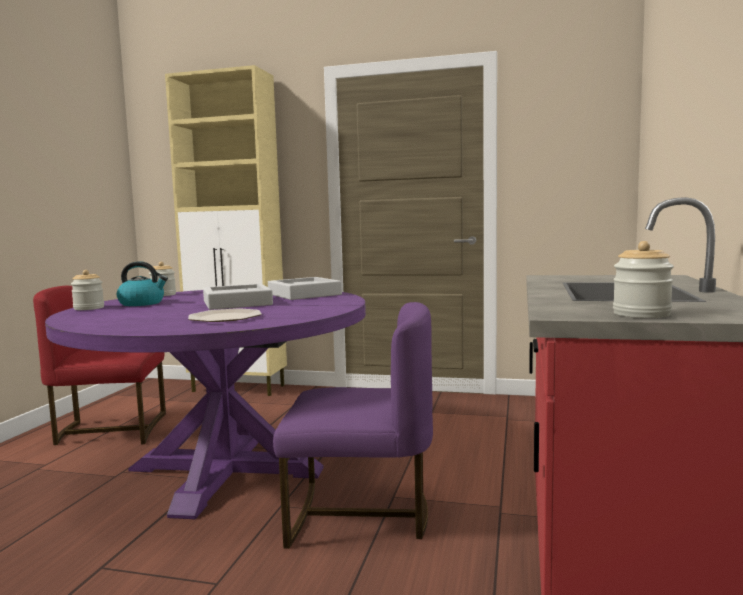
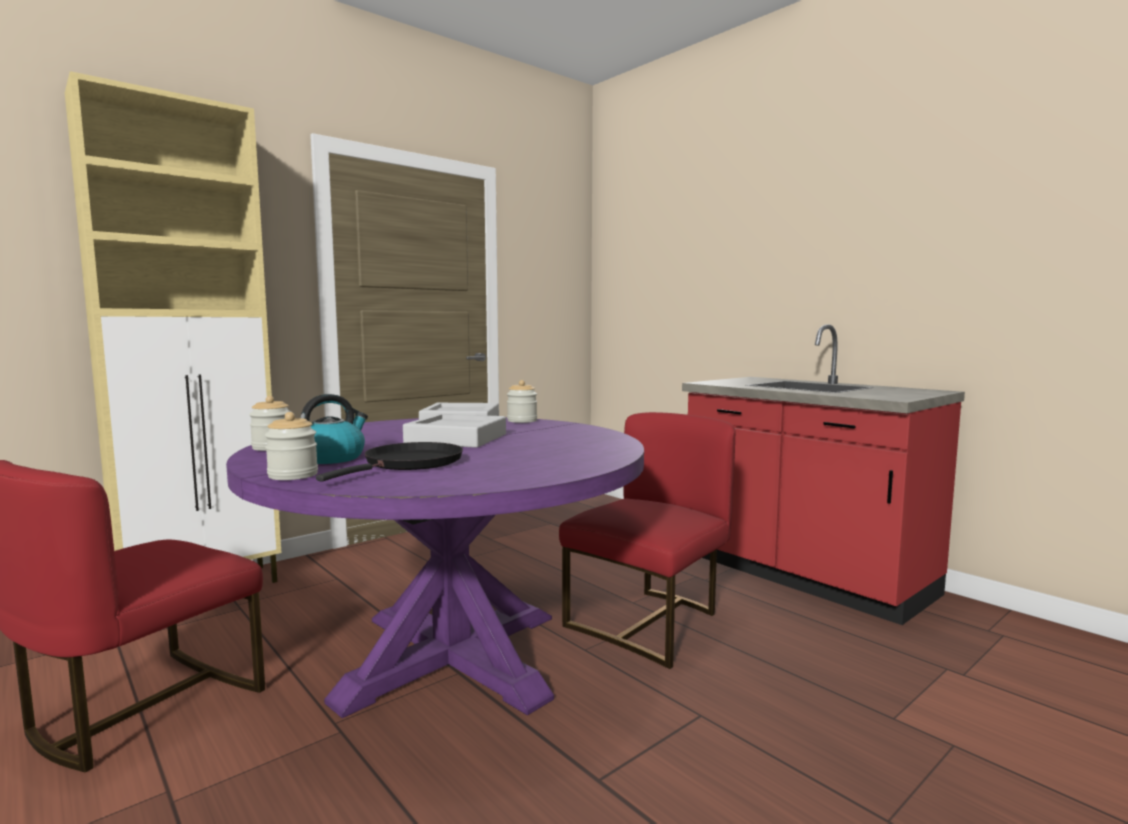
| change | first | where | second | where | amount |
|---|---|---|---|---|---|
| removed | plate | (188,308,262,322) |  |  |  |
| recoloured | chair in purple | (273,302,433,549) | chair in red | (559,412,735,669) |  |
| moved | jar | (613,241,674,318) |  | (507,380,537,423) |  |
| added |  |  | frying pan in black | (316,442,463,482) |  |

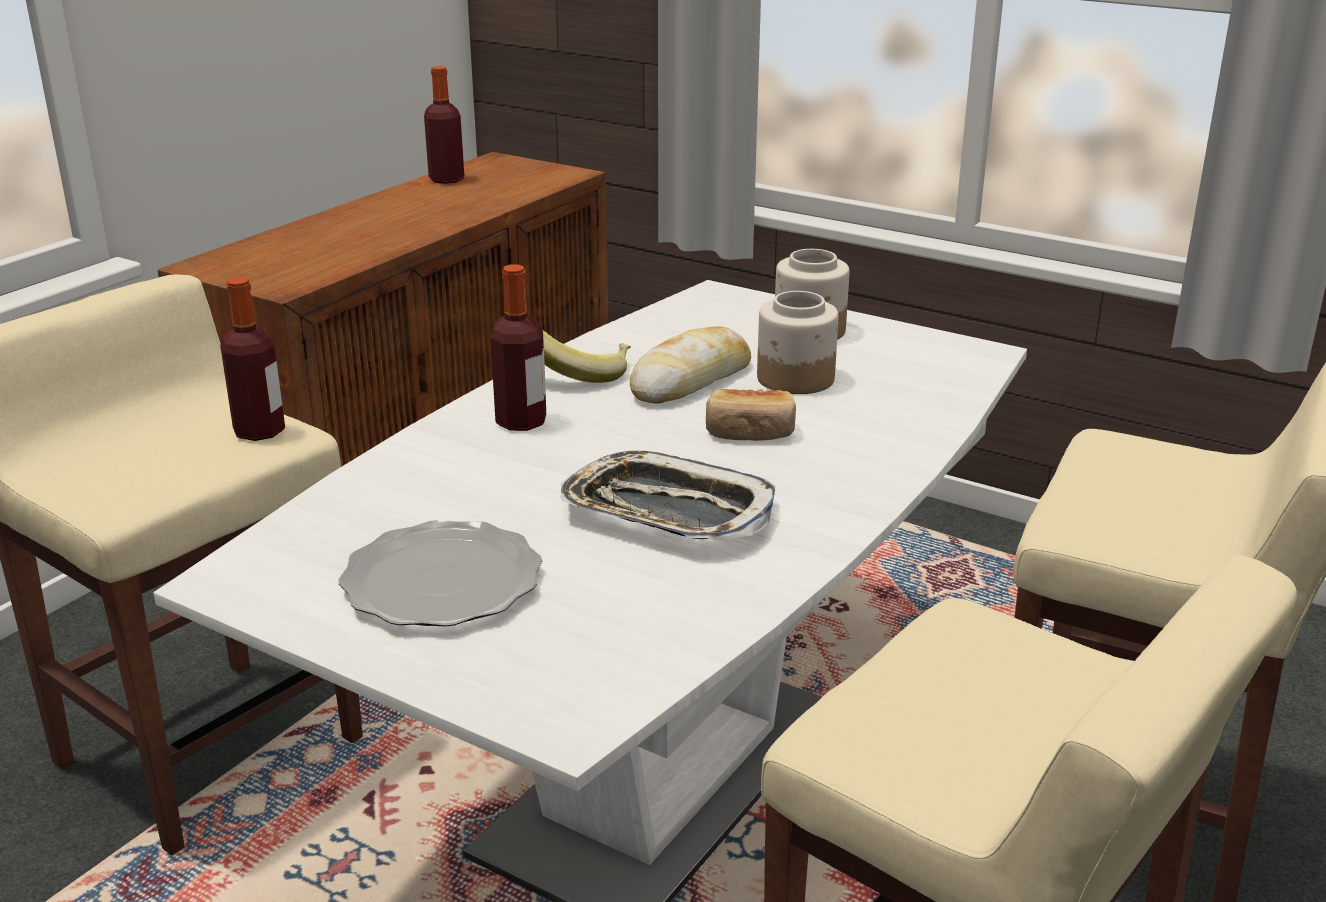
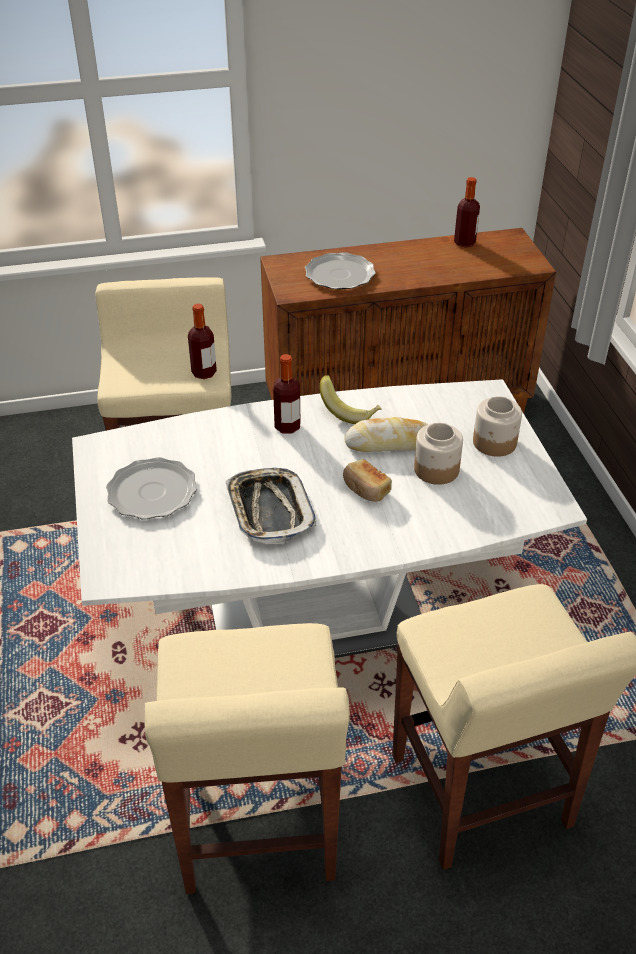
| change | first | where | second | where | amount |
|---|---|---|---|---|---|
| added |  |  | plate | (305,252,376,289) |  |

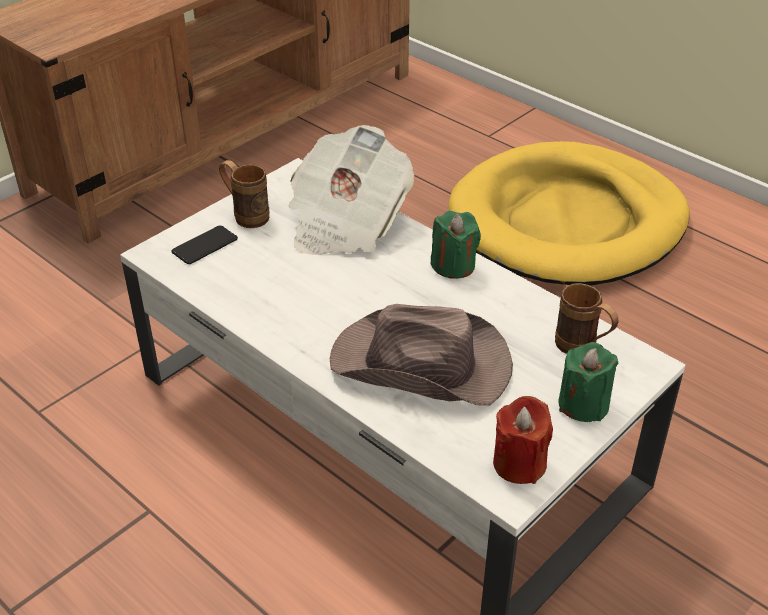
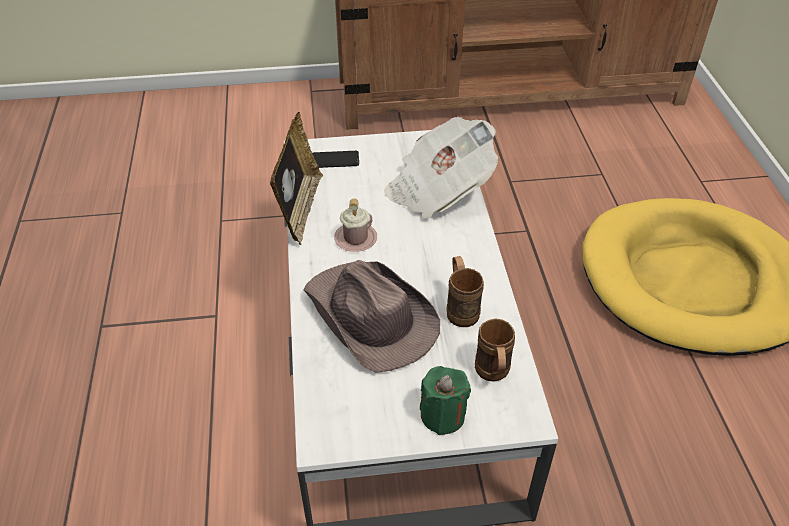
| change | first | where | second | where | amount |
|---|---|---|---|---|---|
| moved | mug in brown | (219,160,270,228) |  | (447,256,484,327) |  |
| removed | candle in green | (430,211,481,279) |  |  |  |
| removed | candle in red | (493,396,553,484) |  |  |  |
| added |  |  | picture frame | (270,112,323,245) |  |
| added |  |  | mug in pink | (334,198,377,252) |  |

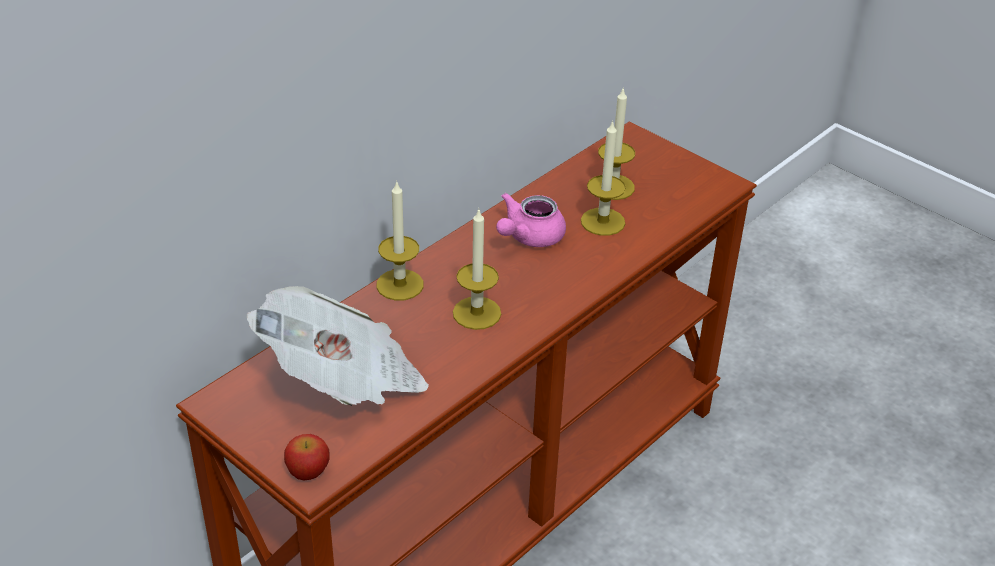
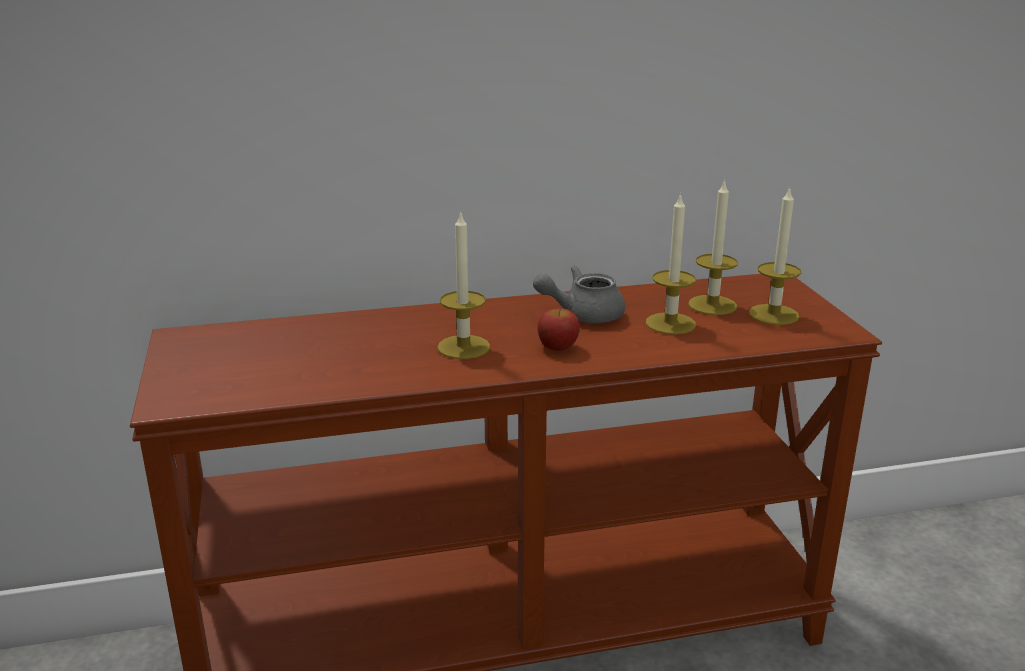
| change | first | where | second | where | amount |
|---|---|---|---|---|---|
| removed | newspaper | (247,286,429,406) |  |  |  |
| moved | apple | (284,434,329,480) |  | (537,308,580,351) |  |
| moved | candle | (376,180,424,300) |  | (749,187,802,325) |  |
| recoloured | teapot in pink | (496,193,566,247) | teapot in grey | (533,266,625,323) |  |

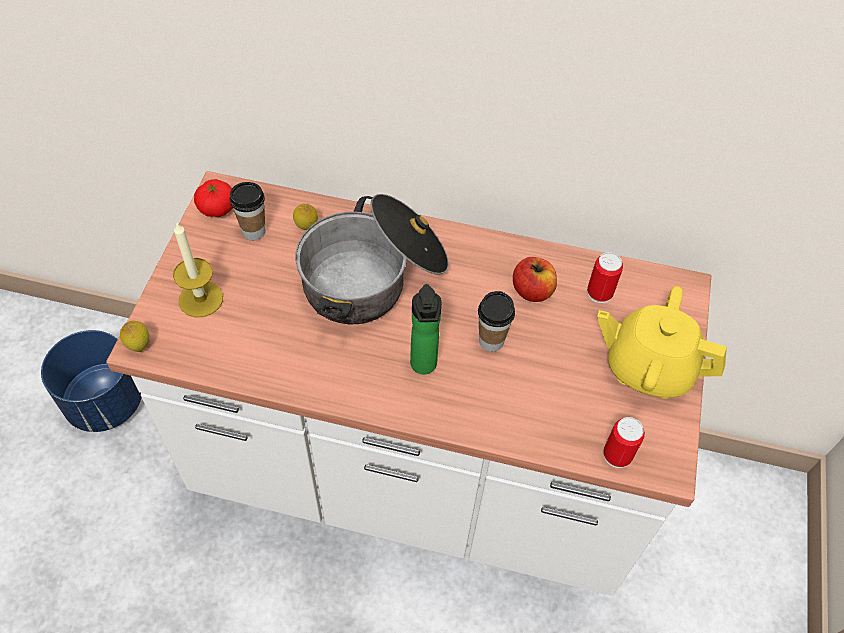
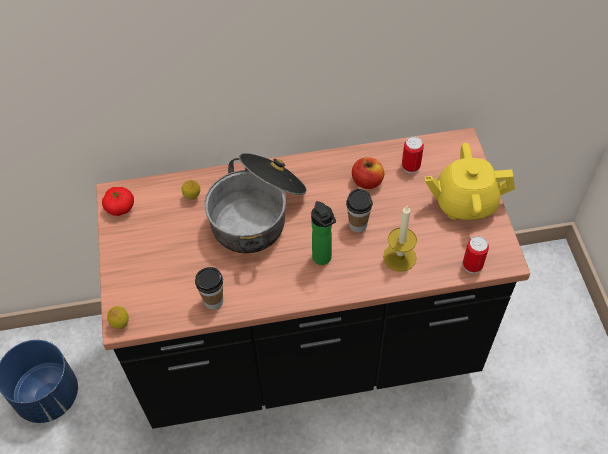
| change | first | where | second | where | amount |
|---|---|---|---|---|---|
| recoloured | counter in white | (106,171,711,596) | counter in black | (96,127,530,429) |  |
| moved | candle | (173,222,223,317) |  | (383,206,417,272) |  |
| moved | cup | (230,182,266,240) |  | (195,267,223,310) |  |

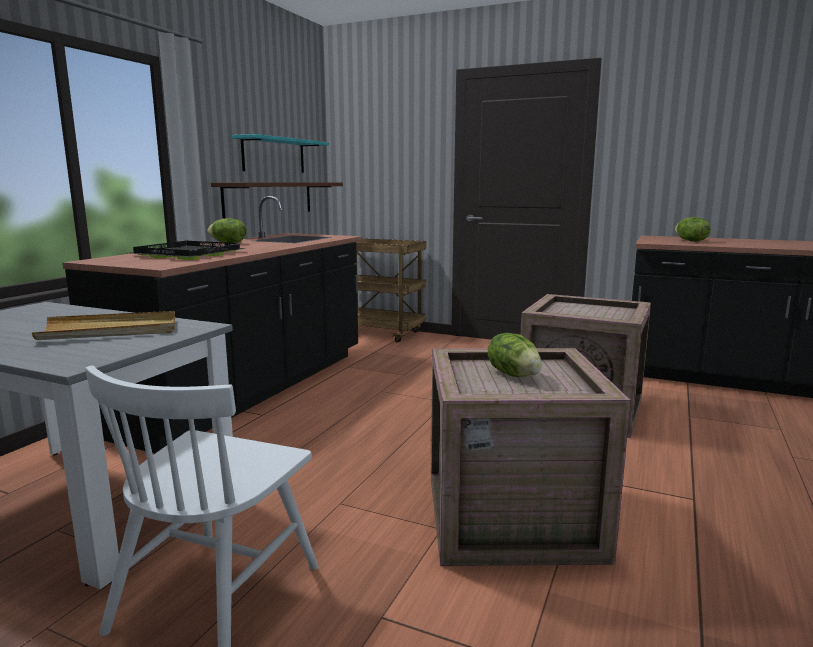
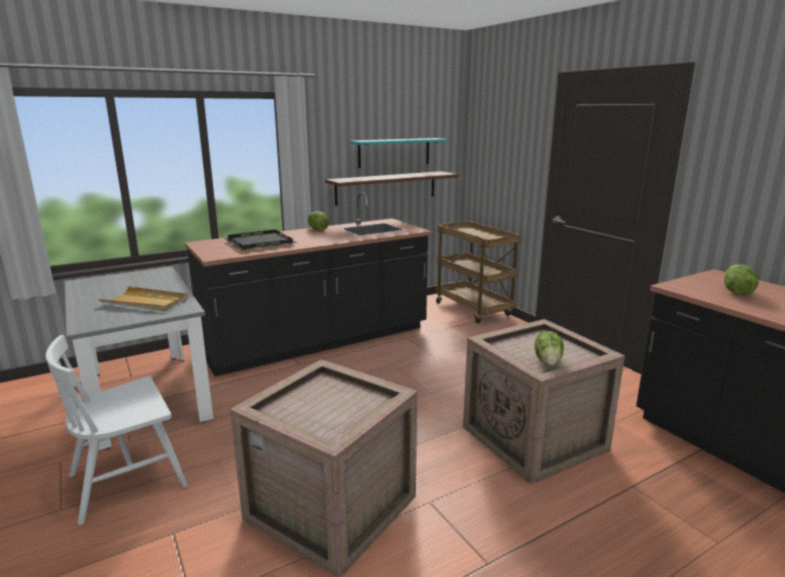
| change | first | where | second | where | amount |
|---|---|---|---|---|---|
| moved | lettuce | (488,333,542,377) |  | (535,331,564,365) |  |

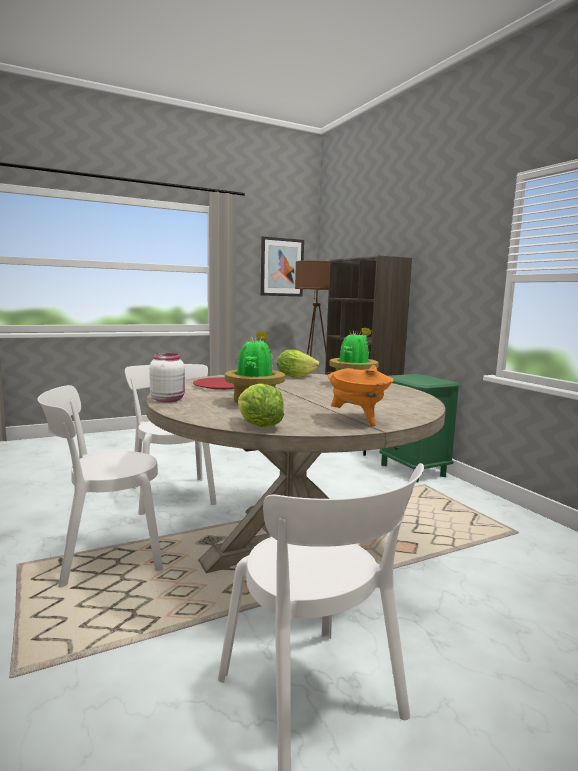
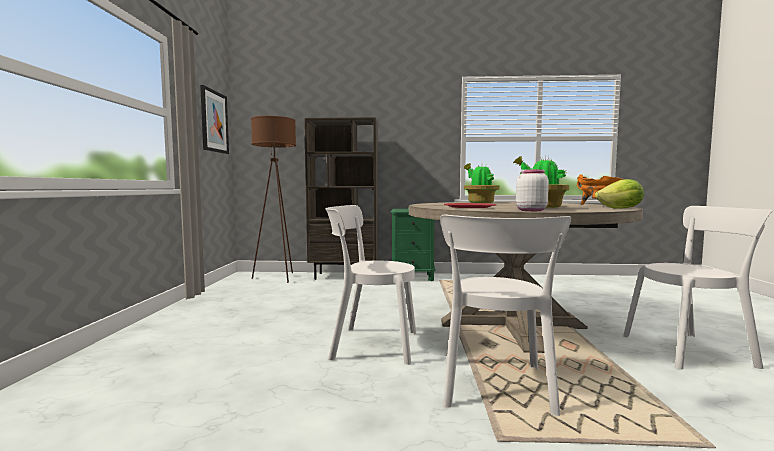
| change | first | where | second | where | amount |
|---|---|---|---|---|---|
| removed | lettuce | (277,349,320,378) |  |  |  |

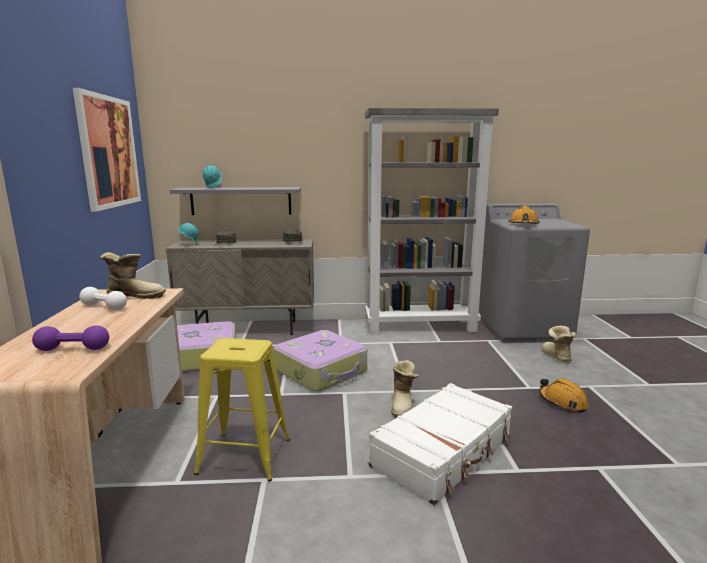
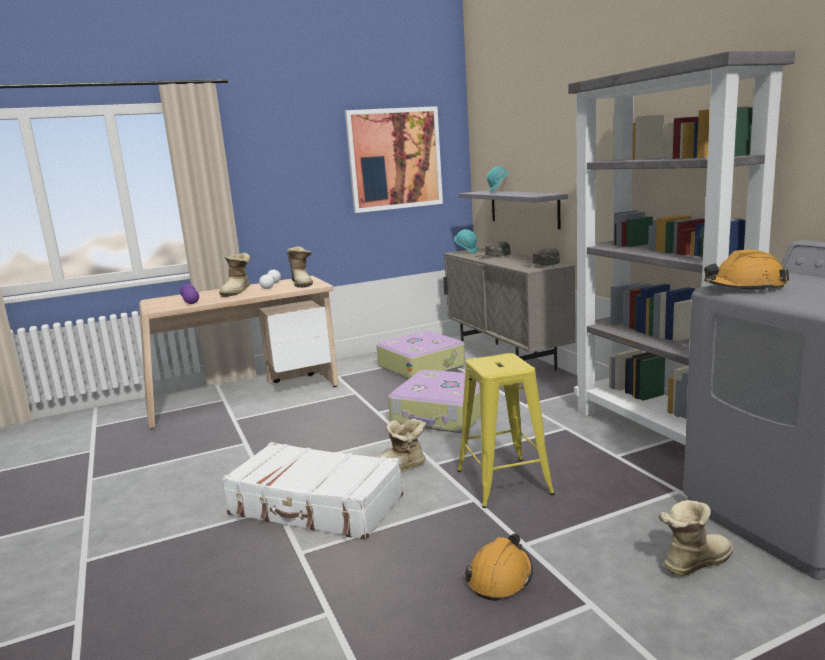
| change | first | where | second | where | amount |
|---|---|---|---|---|---|
| moved | stool in yellow | (194,338,290,481) |  | (457,353,555,508) |  |
| added |  |  | boot | (219,253,250,297) |  |

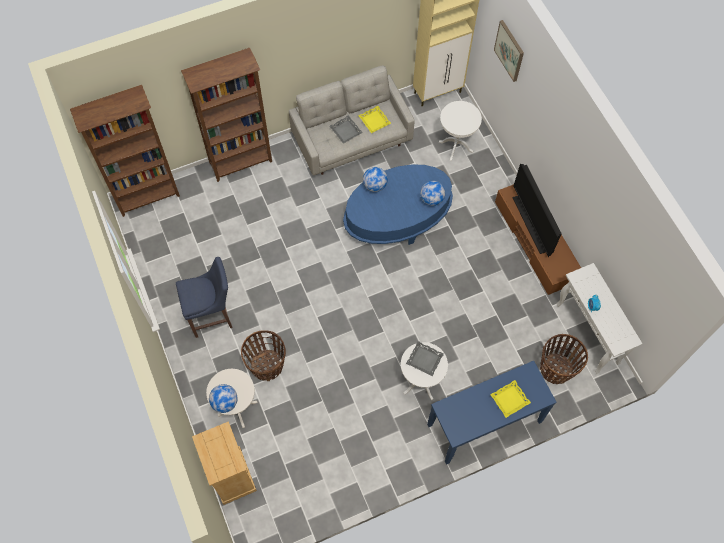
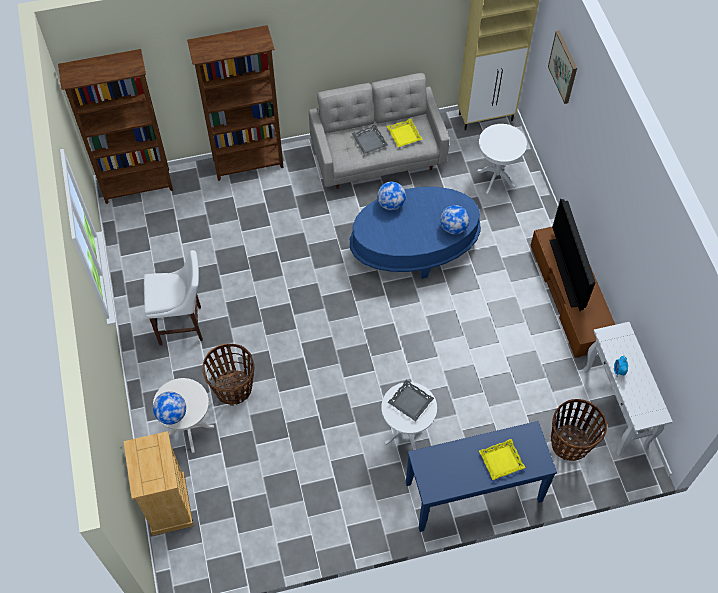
| change | first | where | second | where | amount |
|---|---|---|---|---|---|
| recoloured | stool in blue | (176,257,232,338) | stool in white | (144,250,203,346) |  |

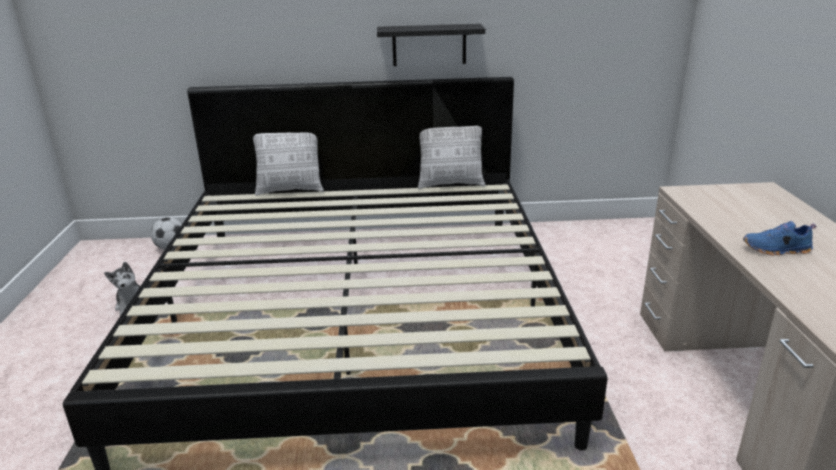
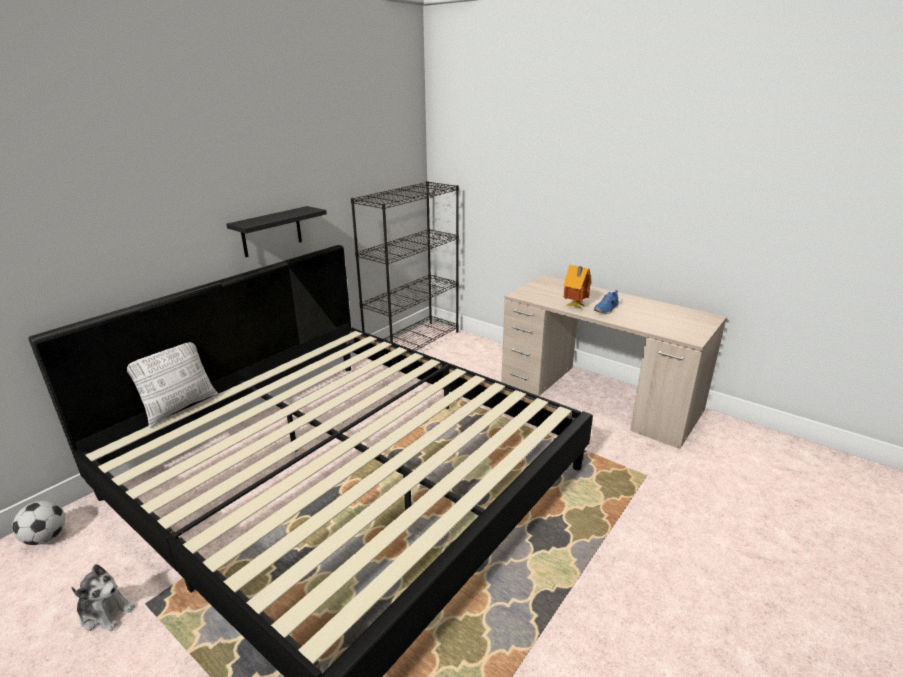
| change | first | where | second | where | amount |
|---|---|---|---|---|---|
| removed | pillow | (418,126,485,189) |  |  |  |
| added |  |  | bookcase in black | (351,181,459,351) |  |
| added |  |  | toy house | (564,265,592,309) |  |

